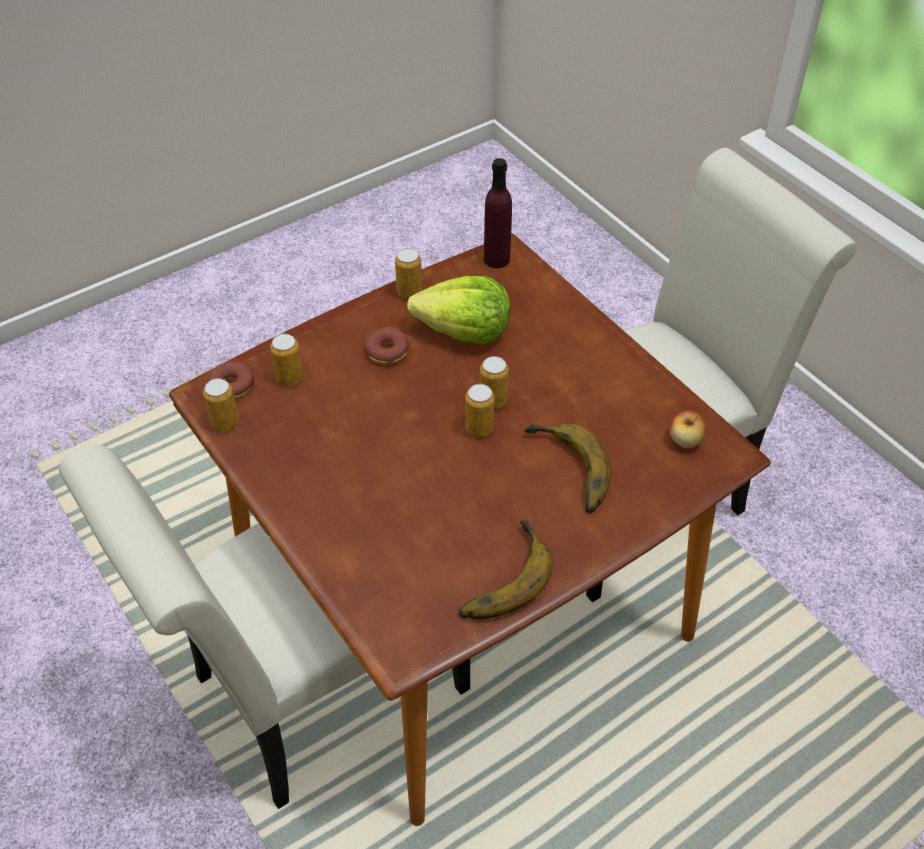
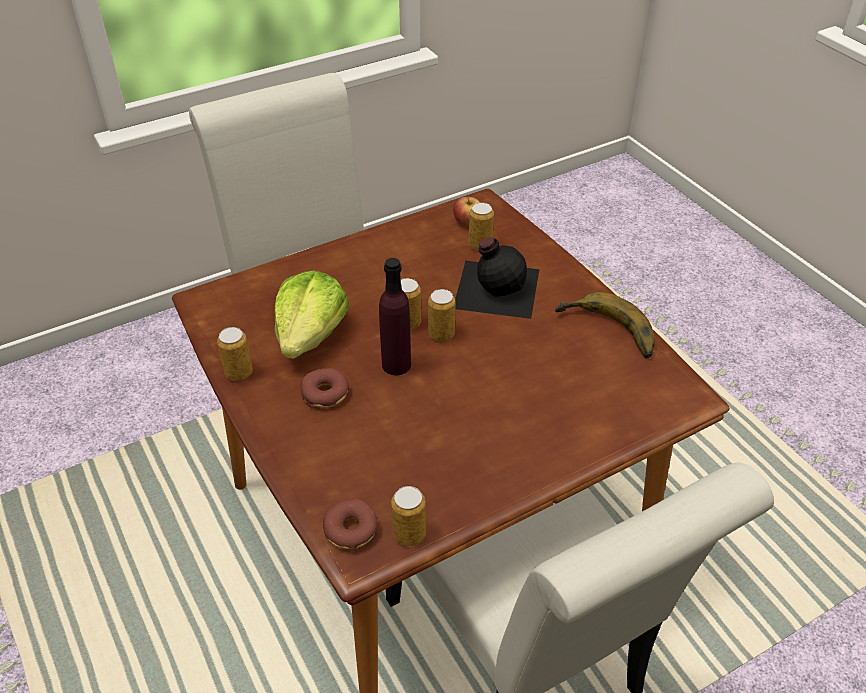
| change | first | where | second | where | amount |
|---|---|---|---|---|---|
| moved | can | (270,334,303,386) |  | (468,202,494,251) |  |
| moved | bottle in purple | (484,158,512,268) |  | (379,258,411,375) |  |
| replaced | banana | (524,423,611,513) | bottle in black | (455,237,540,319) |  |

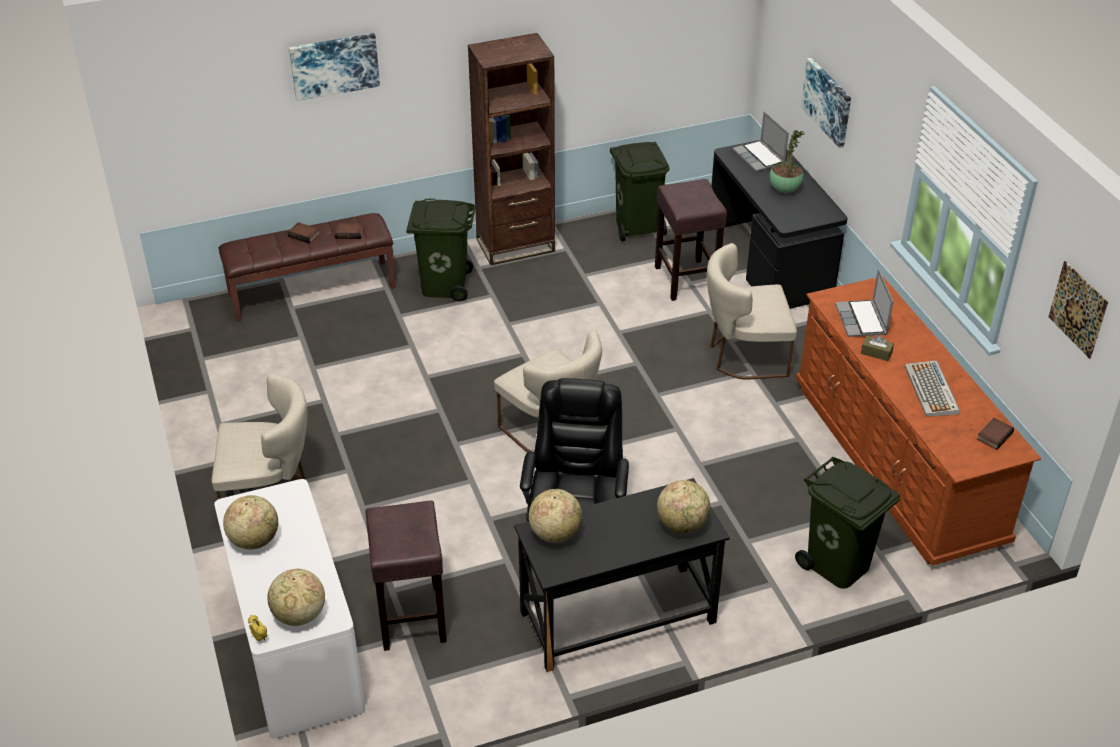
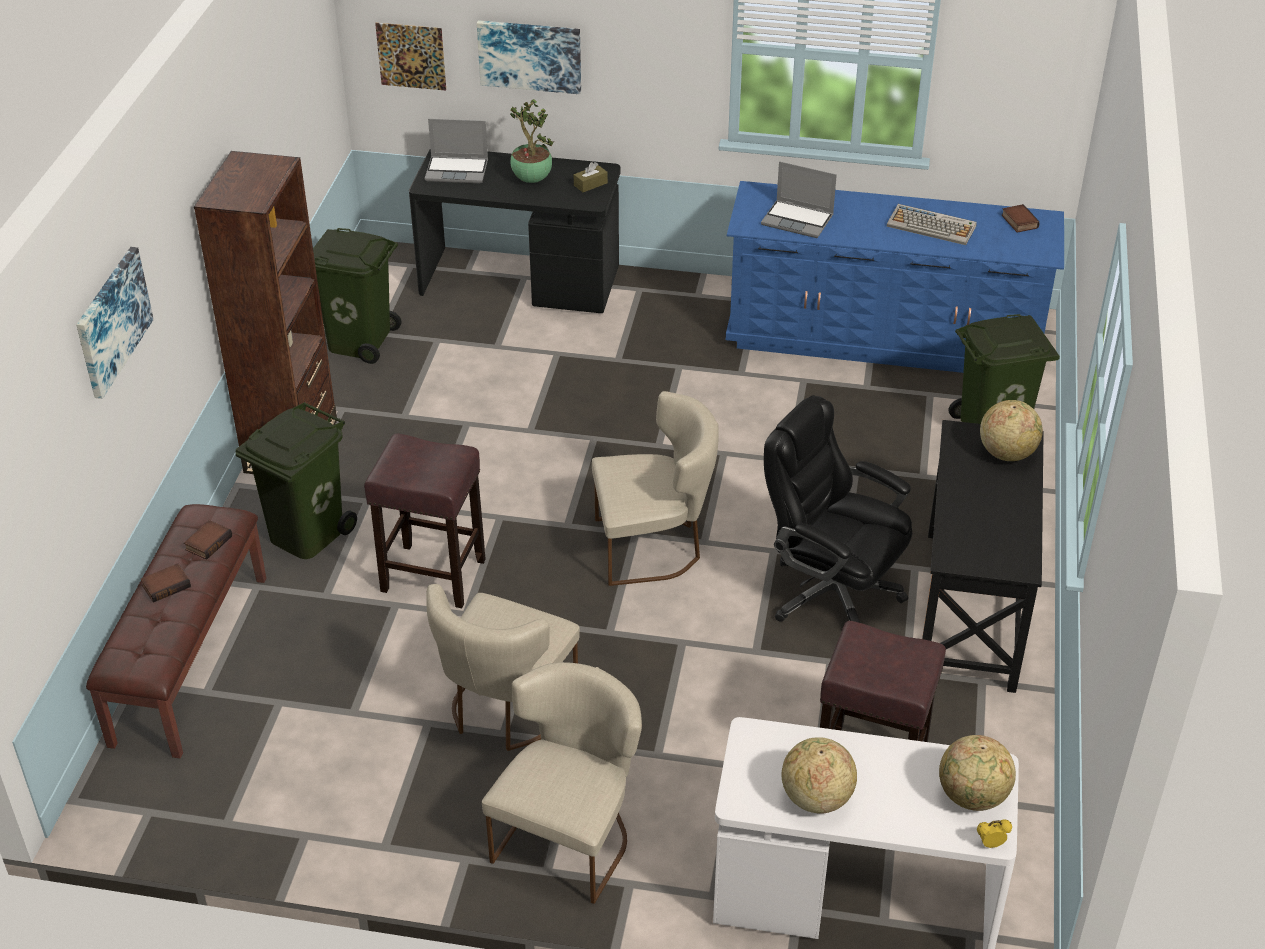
| change | first | where | second | where | amount |
|---|---|---|---|---|---|
| removed | globe | (529,489,582,543) |  |  |  |
| moved | stool in brown | (655,179,727,301) |  | (364,433,486,608) |  |
| moved | chair in beige | (707,243,797,380) |  | (426,584,580,751) |  |
| recoloured | dresser in brown | (796,276,1041,566) | dresser in blue | (726,181,1064,373) |  |
| moved | tissue box in brown | (861,335,894,361) |  | (574,162,608,192) |  |
| moved | picture | (1048,261,1108,359) |  | (375,23,446,91) |  |

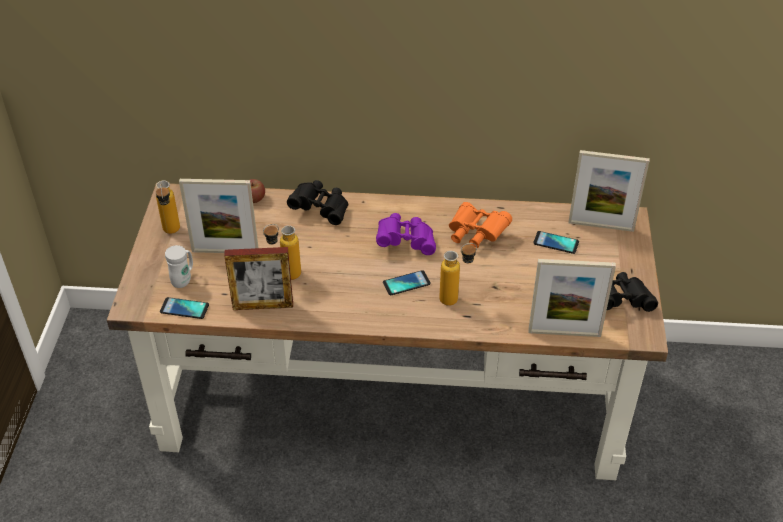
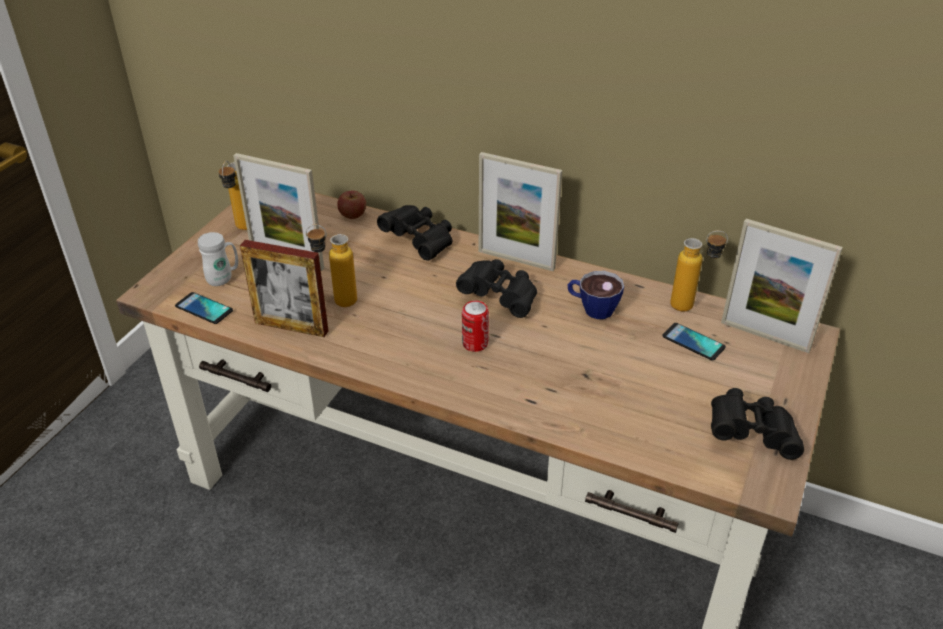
| change | first | where | second | where | amount |
|---|---|---|---|---|---|
| recoloured | binoculars in purple | (376,213,436,255) | binoculars in black | (456,259,537,318) |  |
| replaced | phone | (383,270,431,295) | can | (462,301,489,352) |  |
| moved | bottle | (439,243,477,306) |  | (670,230,728,312) |  |
| replaced | binoculars in orange | (449,202,512,248) | cup | (568,271,624,319) |  |
| moved | picture frame | (528,259,616,337) |  | (479,152,562,271) |  |

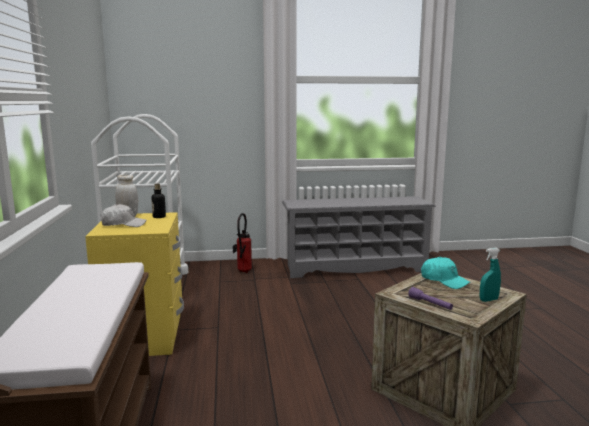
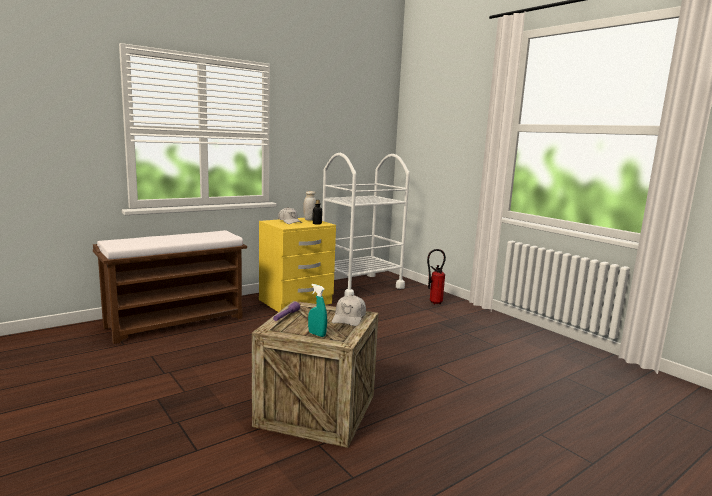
| change | first | where | second | where | amount |
|---|---|---|---|---|---|
| removed | shoe rack in grey | (282,196,436,278) |  |  |  |
| recoloured | cap in turquoise | (421,257,470,289) | cap in white | (332,295,366,326) |  |

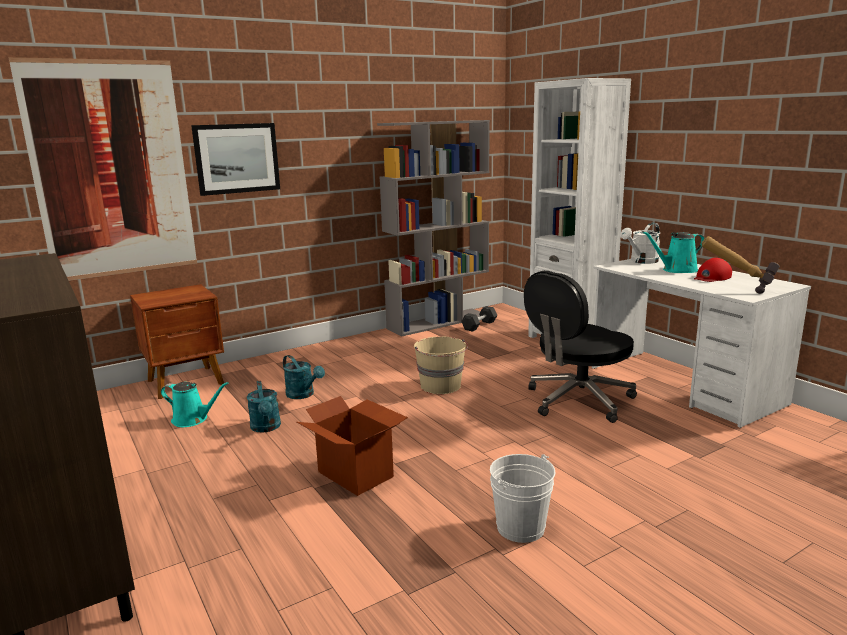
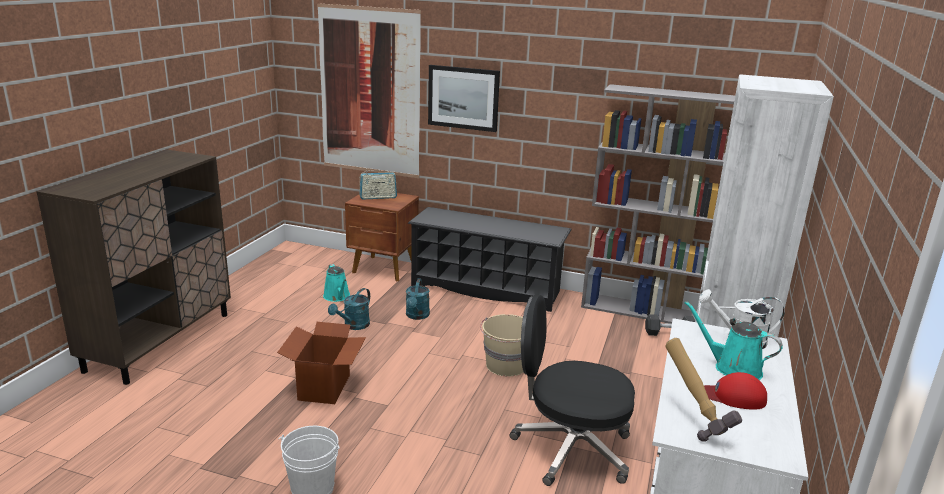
| change | first | where | second | where | amount |
|---|---|---|---|---|---|
| added |  |  | radio | (359,168,397,200) |  |
| added |  |  | shoe rack in black | (408,207,572,312) |  |

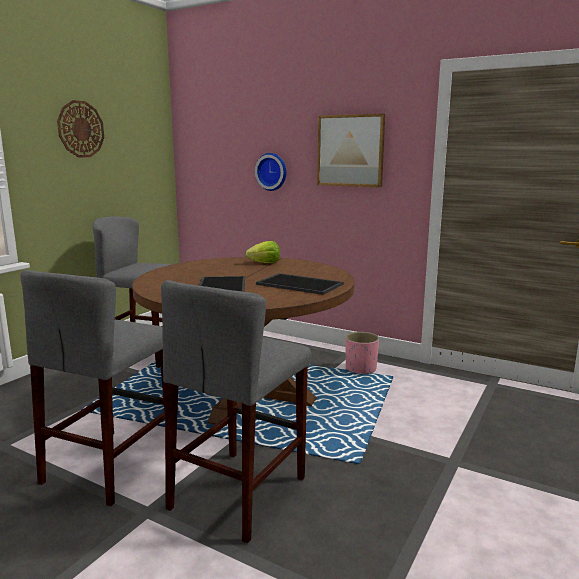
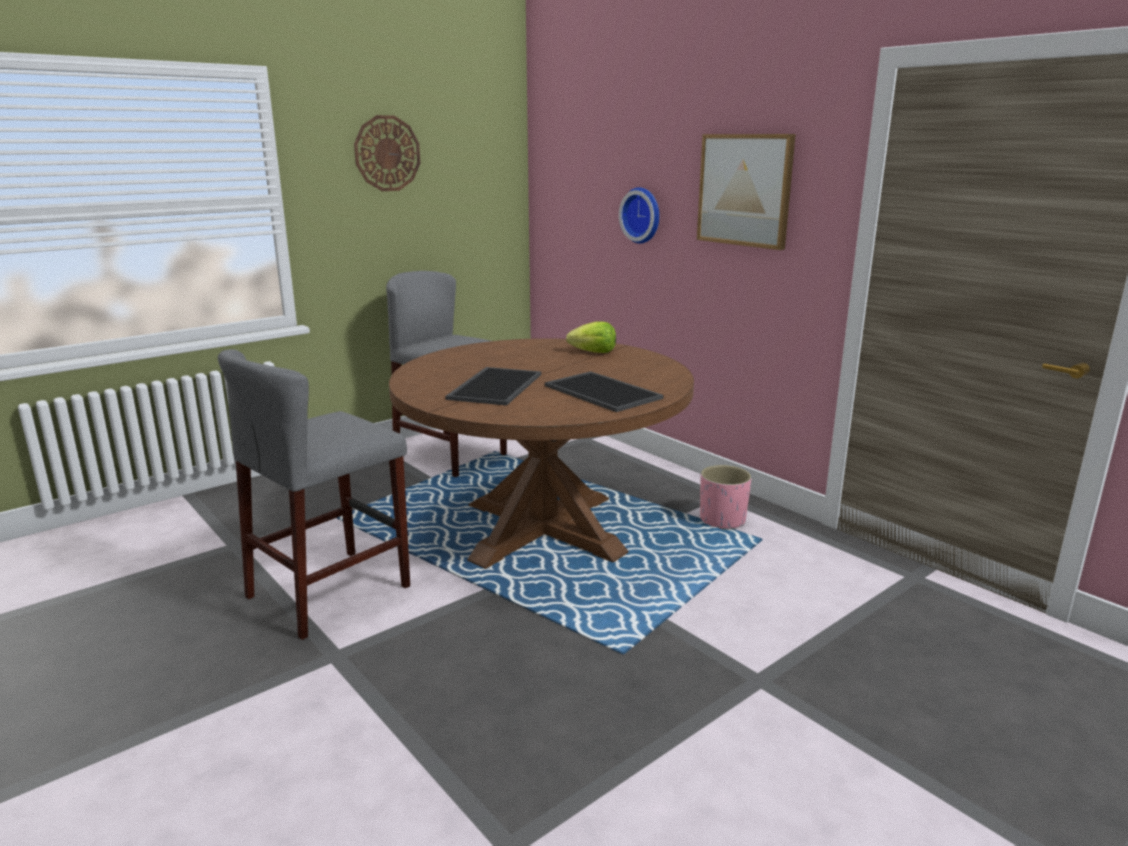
| change | first | where | second | where | amount |
|---|---|---|---|---|---|
| removed | stool in grey | (161,280,312,543) |  |  |  |

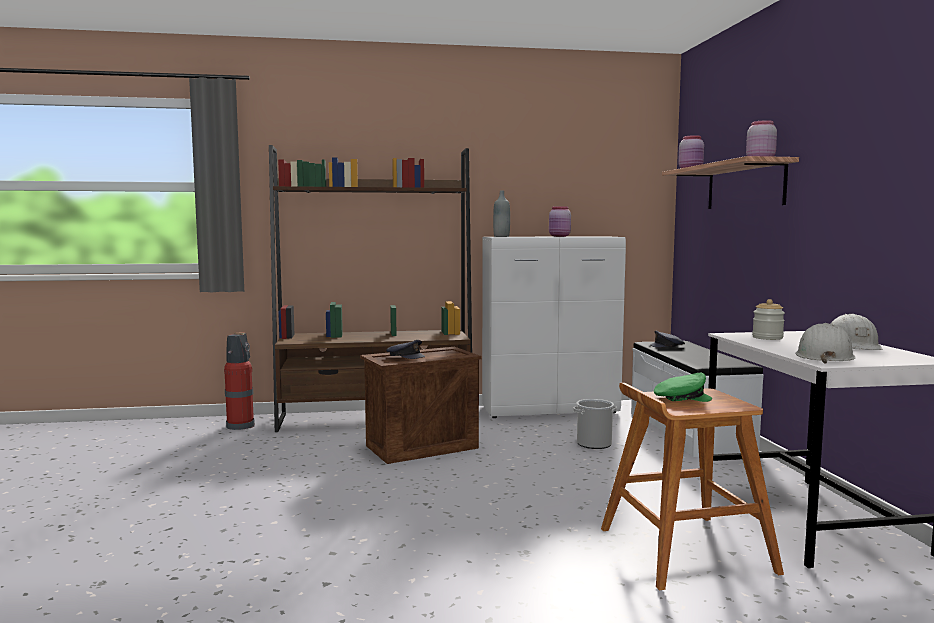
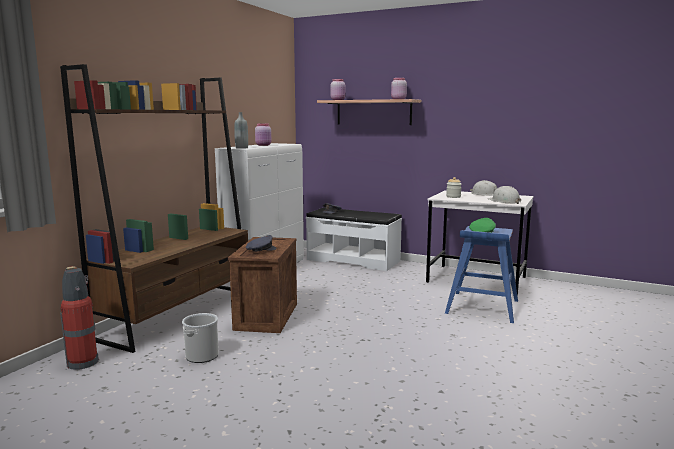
| change | first | where | second | where | amount |
|---|---|---|---|---|---|
| moved | bucket | (573,399,617,449) |  | (182,313,219,363) |  |
| recoloured | stool in brown | (601,383,784,590) | stool in blue | (445,226,518,323) |  |

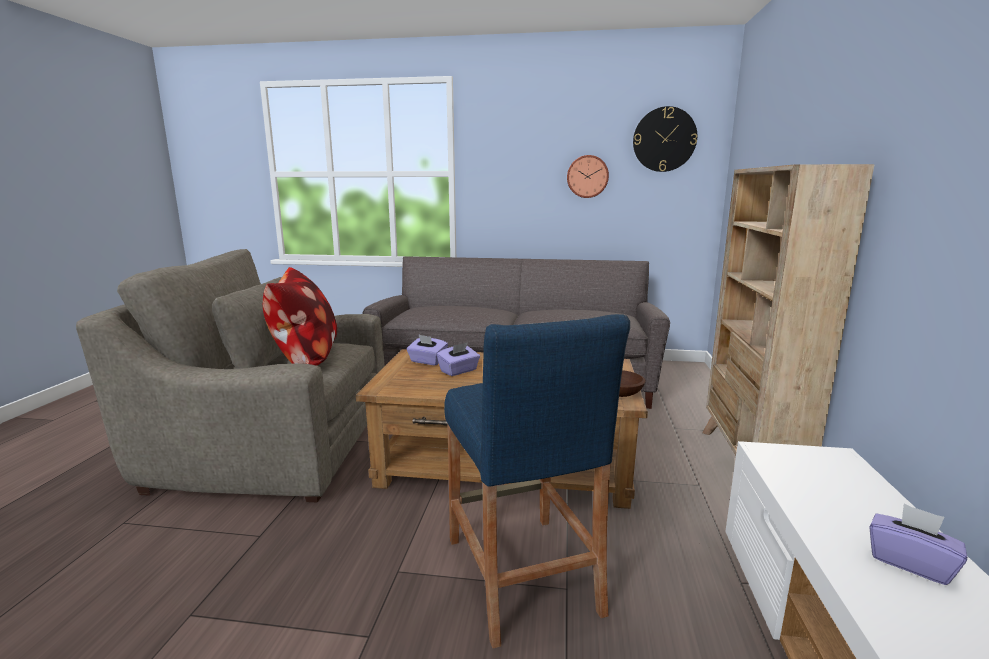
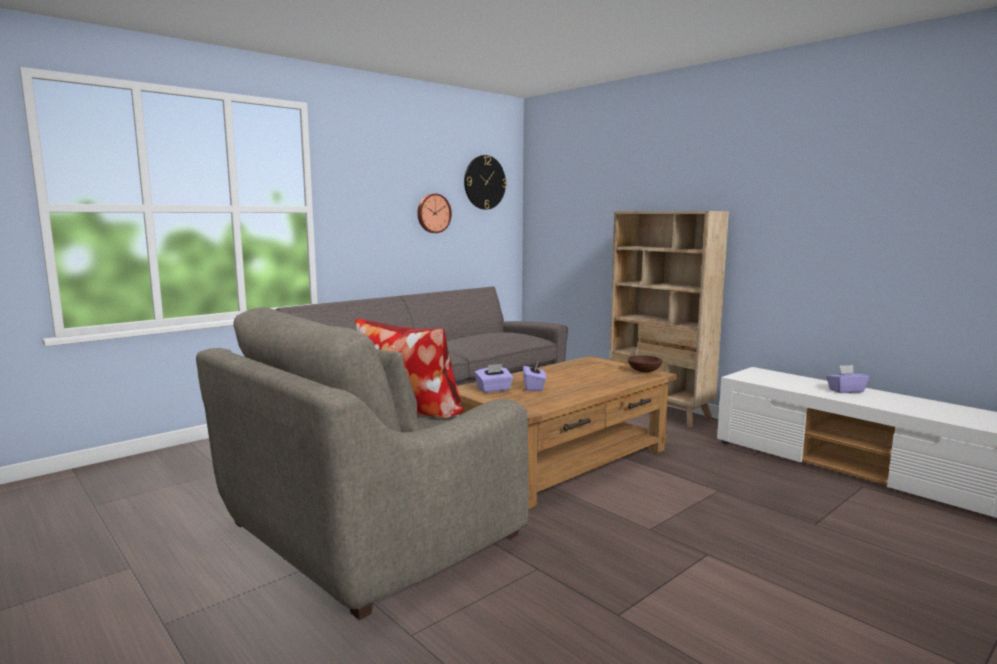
| change | first | where | second | where | amount |
|---|---|---|---|---|---|
| removed | stool in blue | (444,314,630,649) |  |  |  |

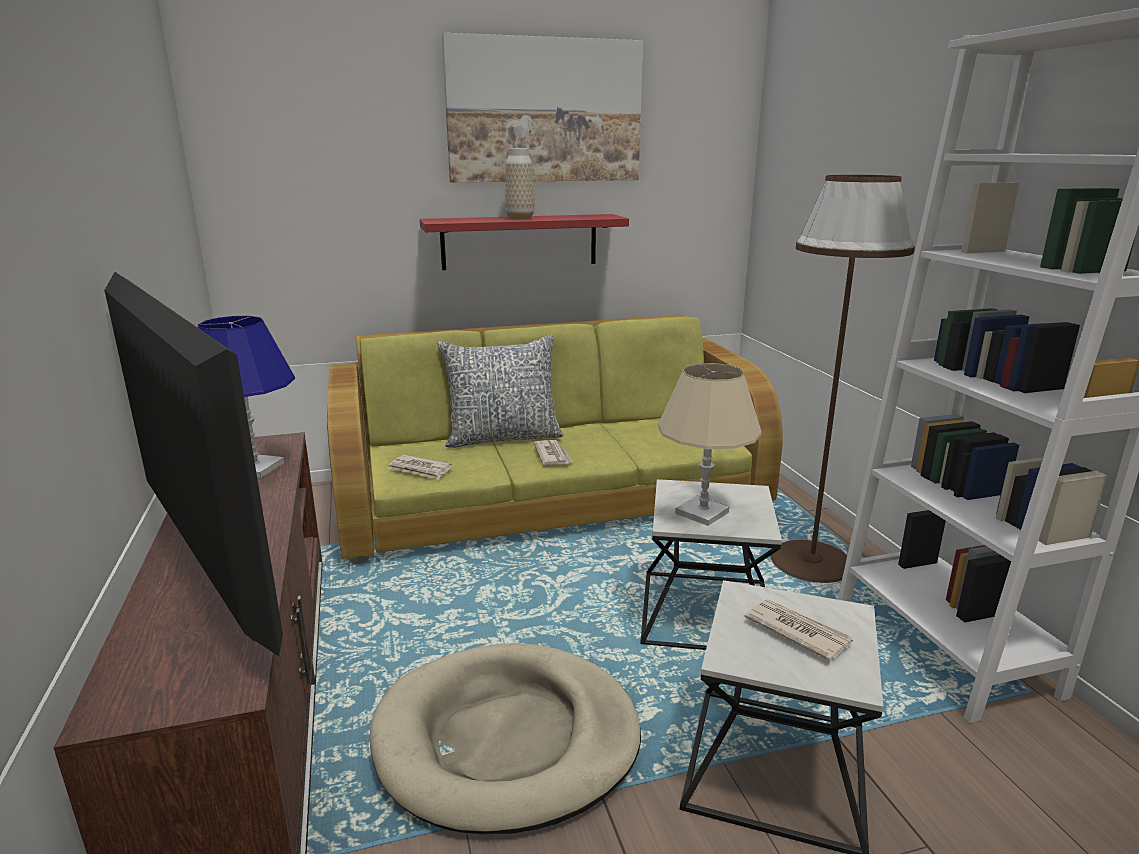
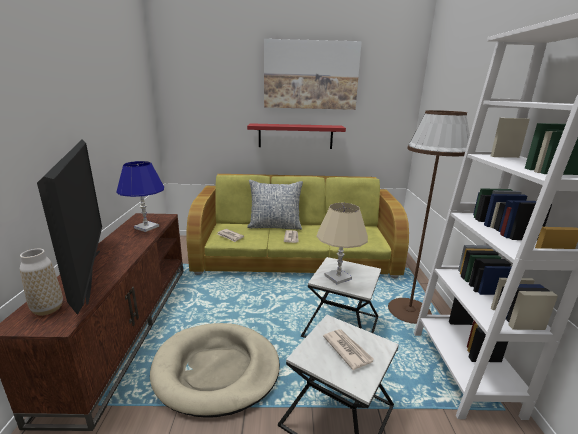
| change | first | where | second | where | amount |
|---|---|---|---|---|---|
| moved | vase | (505,148,535,219) |  | (20,249,63,315) |  |

